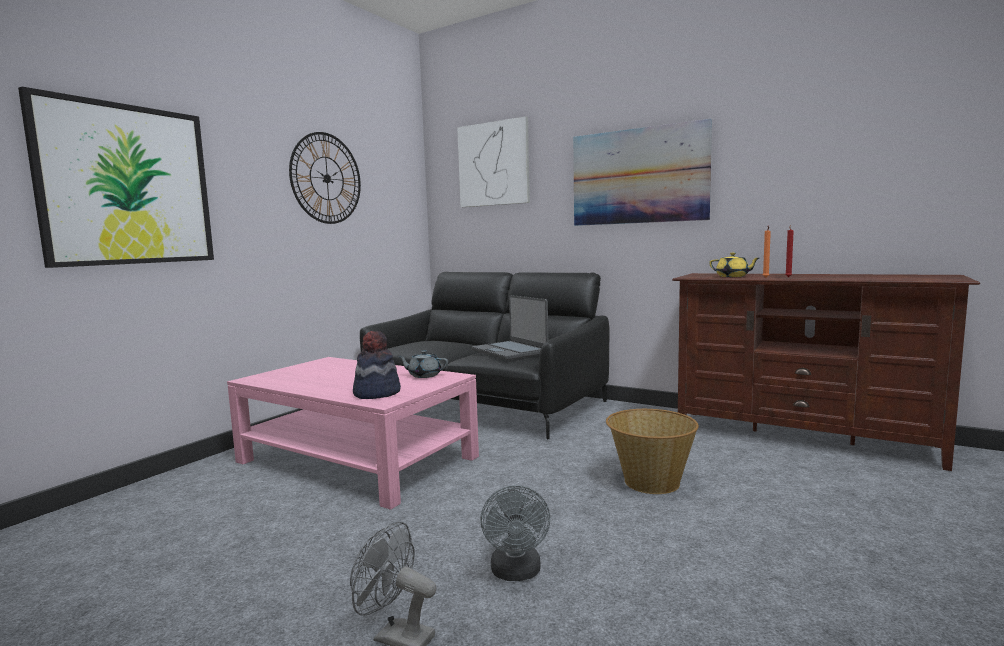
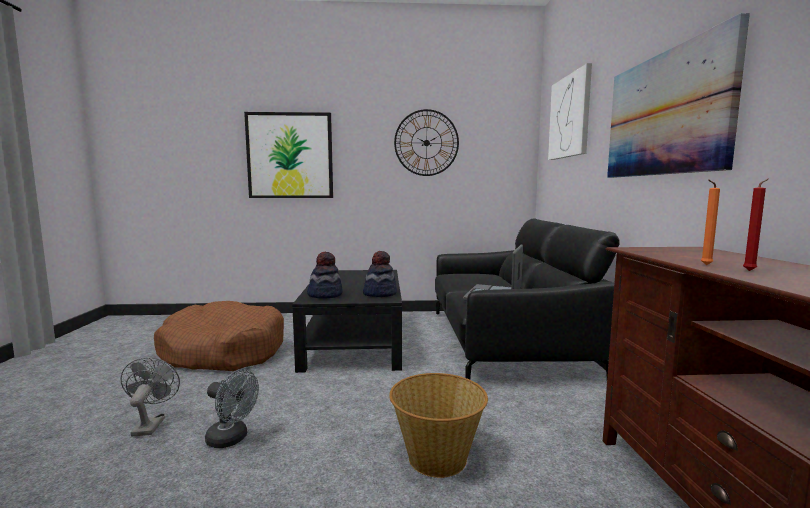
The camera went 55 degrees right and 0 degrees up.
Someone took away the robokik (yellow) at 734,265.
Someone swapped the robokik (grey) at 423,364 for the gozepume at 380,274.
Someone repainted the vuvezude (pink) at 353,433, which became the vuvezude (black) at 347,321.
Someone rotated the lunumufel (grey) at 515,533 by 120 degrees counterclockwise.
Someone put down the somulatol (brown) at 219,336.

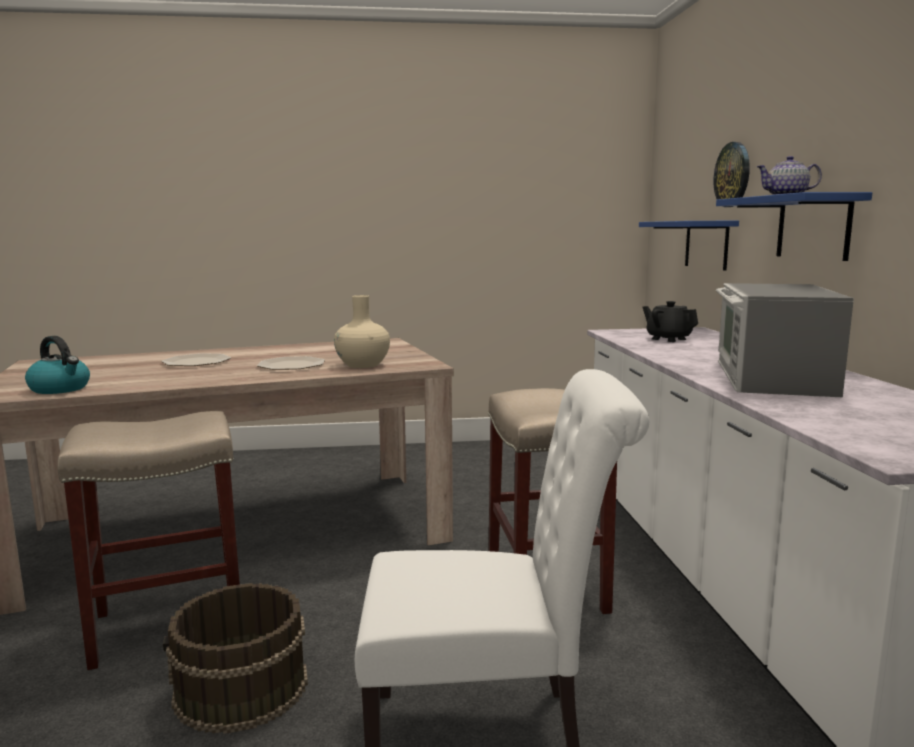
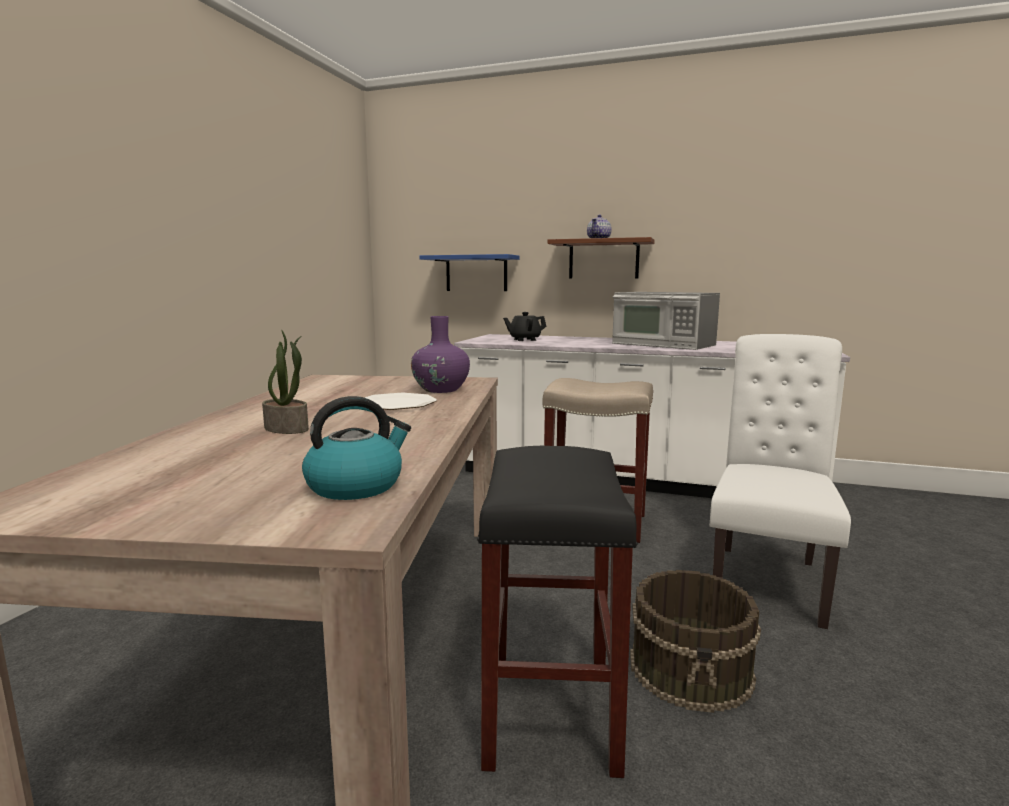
The camera went 65 degrees left and 0 degrees up.
Someone took away the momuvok at 731,174.
Someone repainted the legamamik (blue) at 794,226, which became the legamamik (brown) at 601,258.
Someone repainted the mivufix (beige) at 362,331, which became the mivufix (purple) at 440,354.
Someone swapped the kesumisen at 196,359 for the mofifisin at 285,382.
Someone repainted the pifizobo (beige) at 149,540, which became the pifizobo (black) at 557,612.

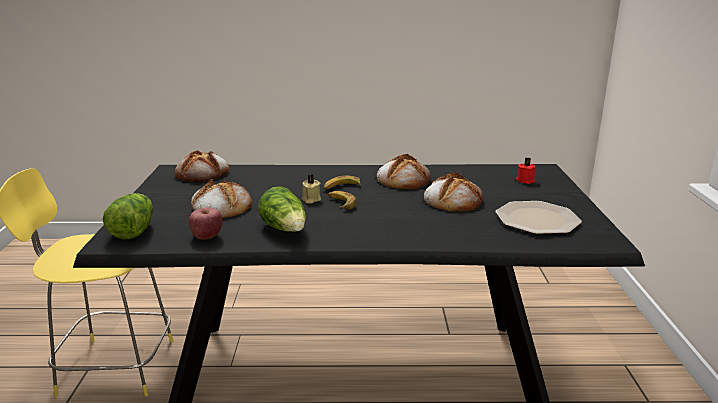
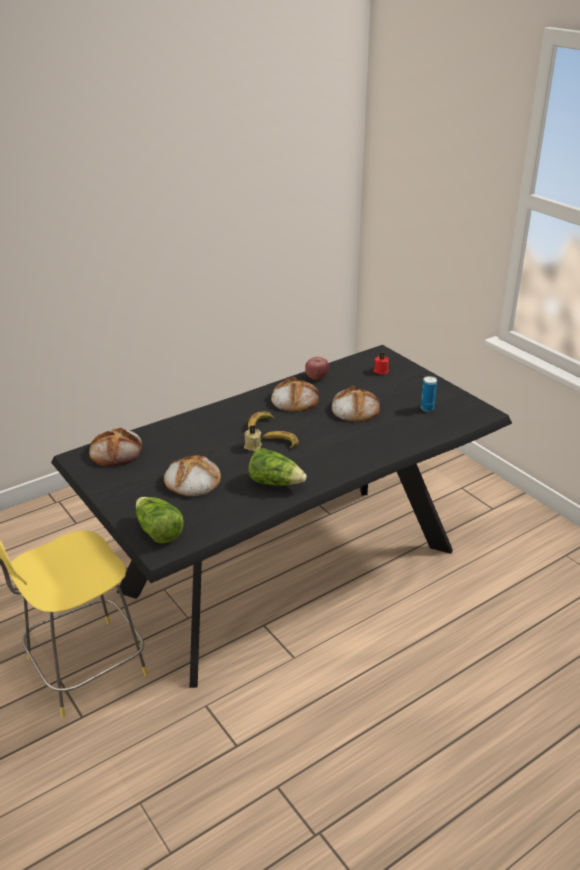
The camera went 35 degrees left and 10 degrees up.
Someone swapped the kesumisen at 538,217 for the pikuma at 429,394.
Someone carried the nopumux from 206,223 to 317,368.

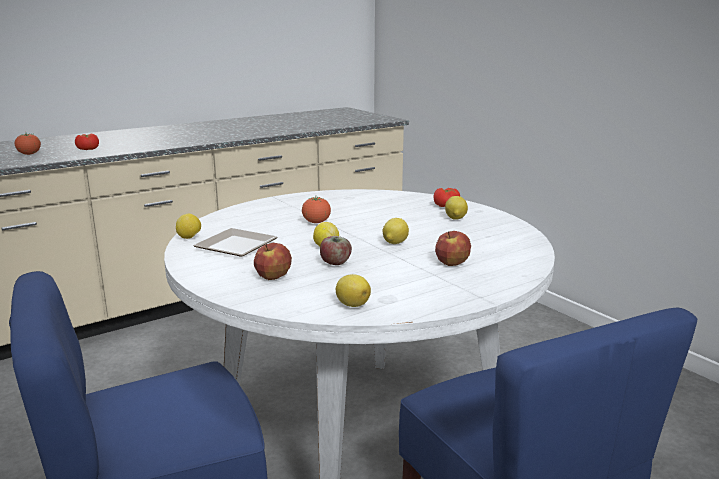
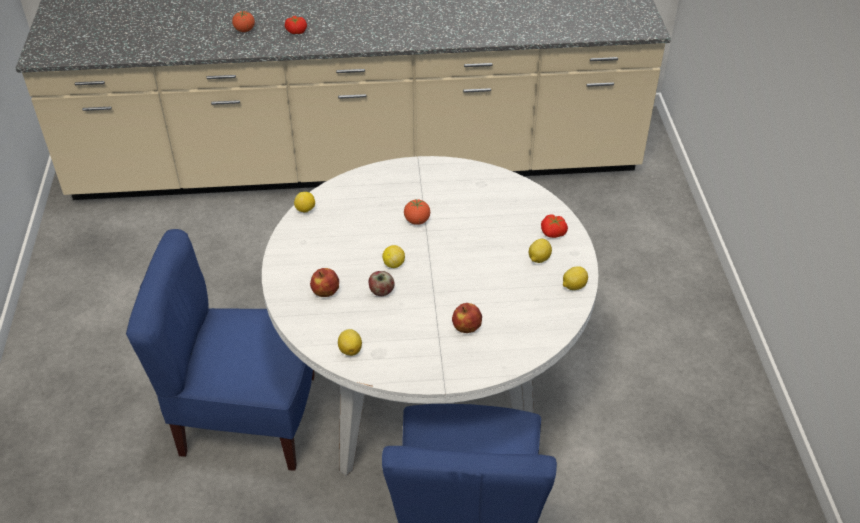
The camera went 30 degrees right and 25 degrees up.
Someone carried the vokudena from 396,231 to 575,278.
Someone took away the kesumisen at 235,242.

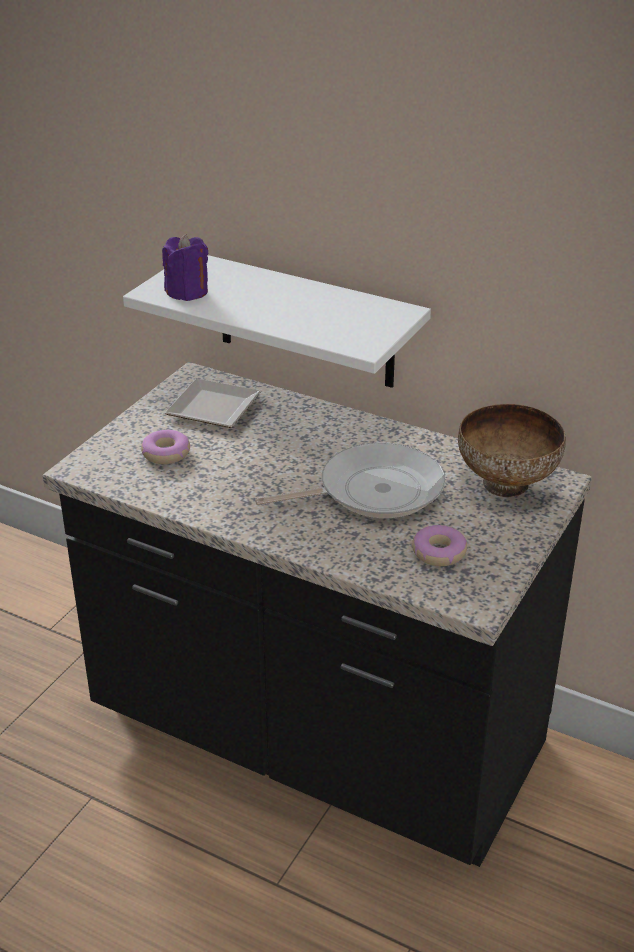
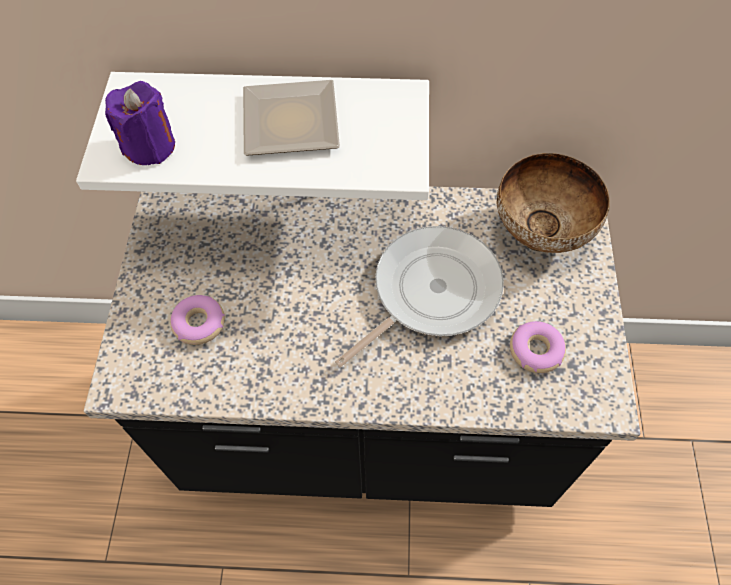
The camera went 25 degrees left and 25 degrees up.
Someone carried the kesumisen from 213,403 to 291,118.

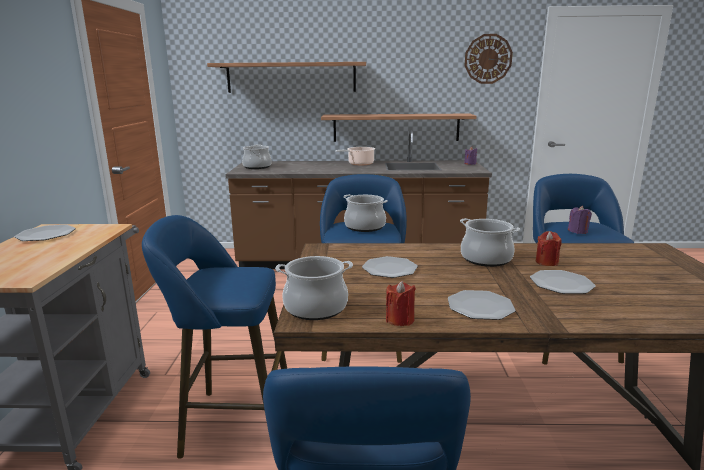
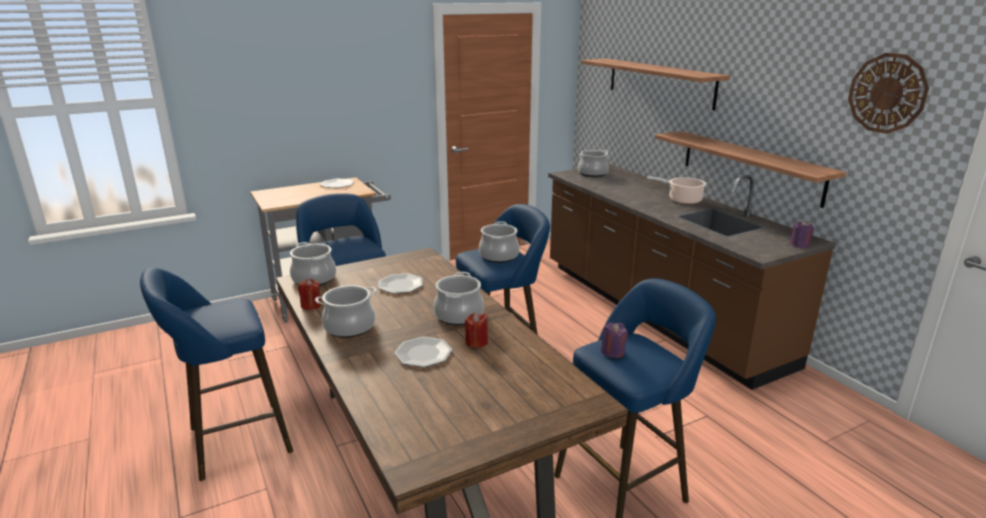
The camera went 60 degrees right and 5 degrees up.
Someone swapped the kesumisen at 482,305 for the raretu at 346,311.

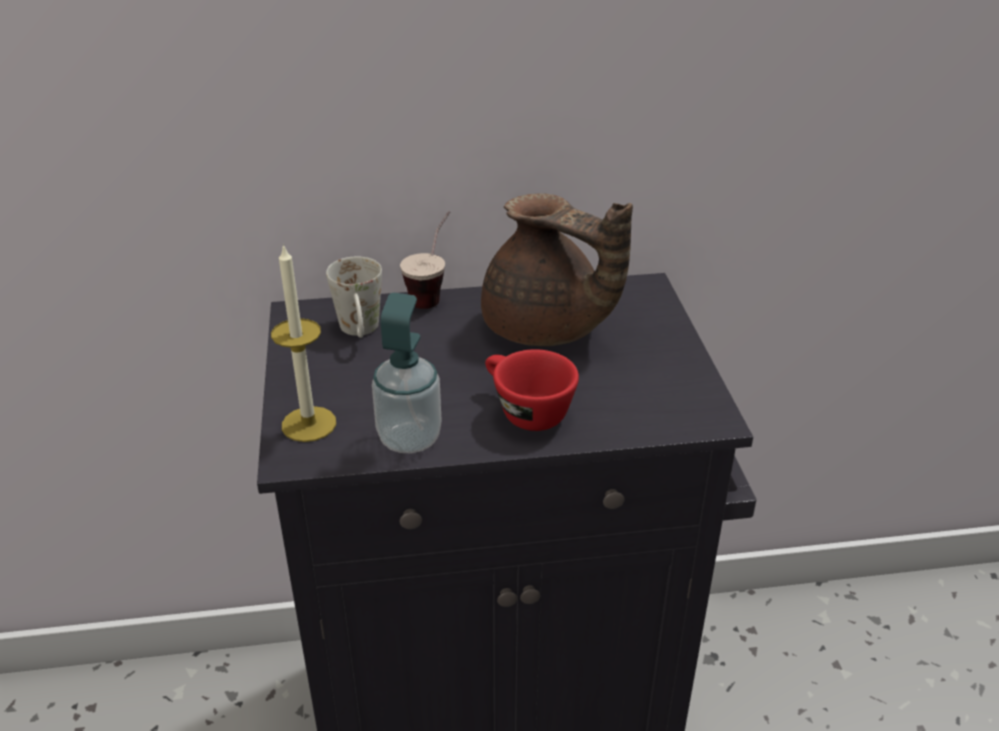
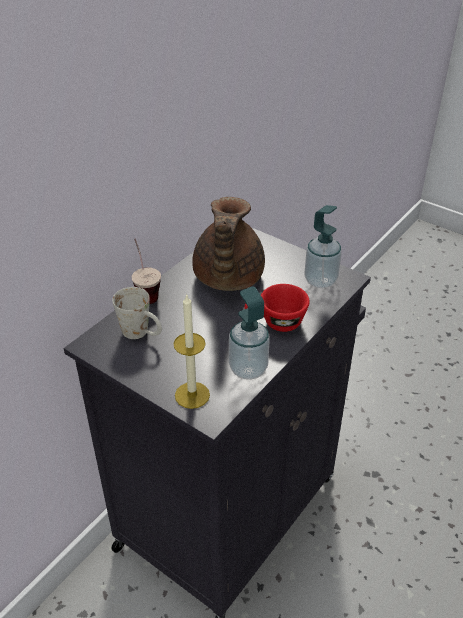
The camera went 45 degrees left and 5 degrees up.
Someone rotated the robokik (brown) at 557,269 by 105 degrees clockwise.
Someone put down the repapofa at 323,246.

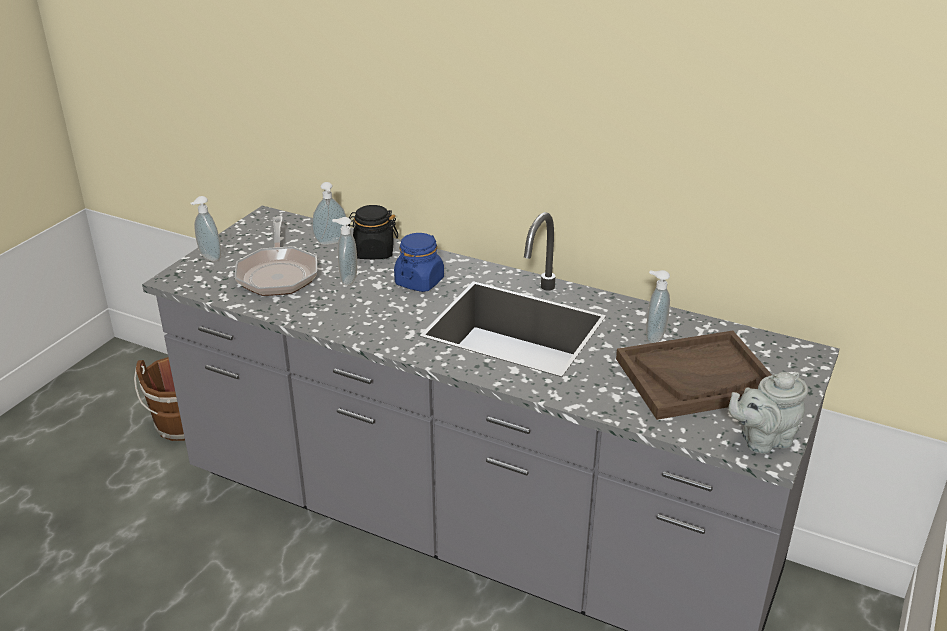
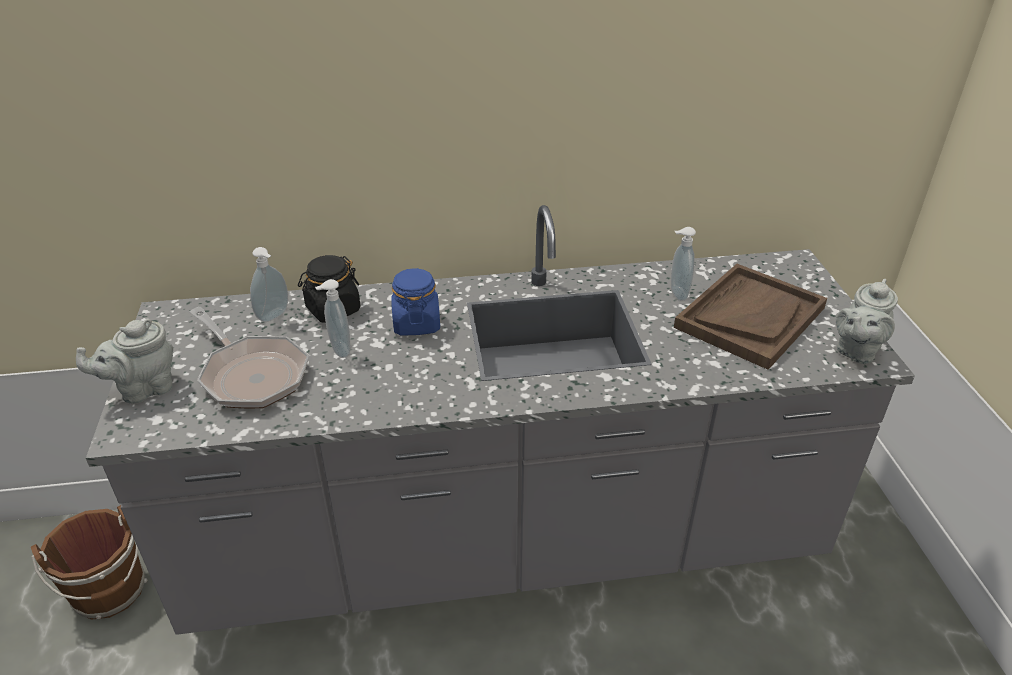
The camera went 35 degrees left and 5 degrees up.
Someone swapped the repapofa at 205,229 for the robokik (grey) at 124,361.

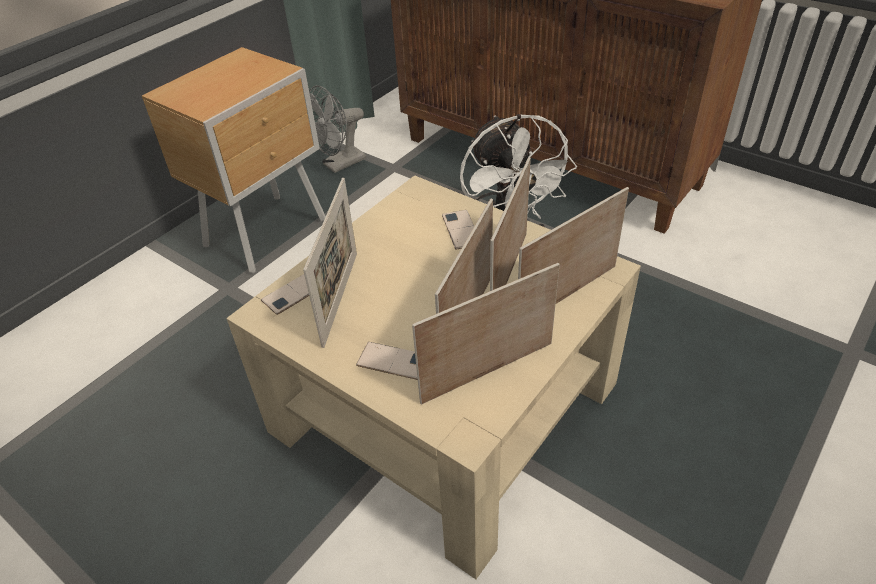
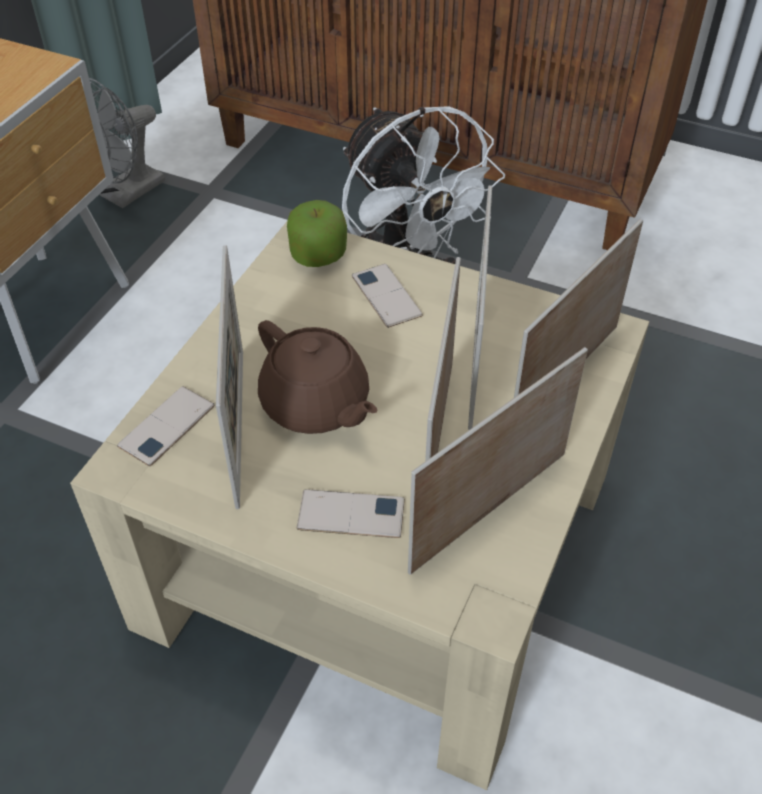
The camera went 15 degrees left and 5 degrees up.
Someone put down the nopumux at 317,233.
Someone put down the robokik (brown) at 318,377.

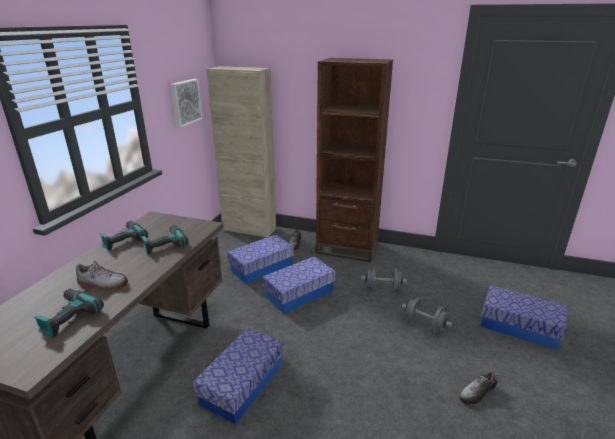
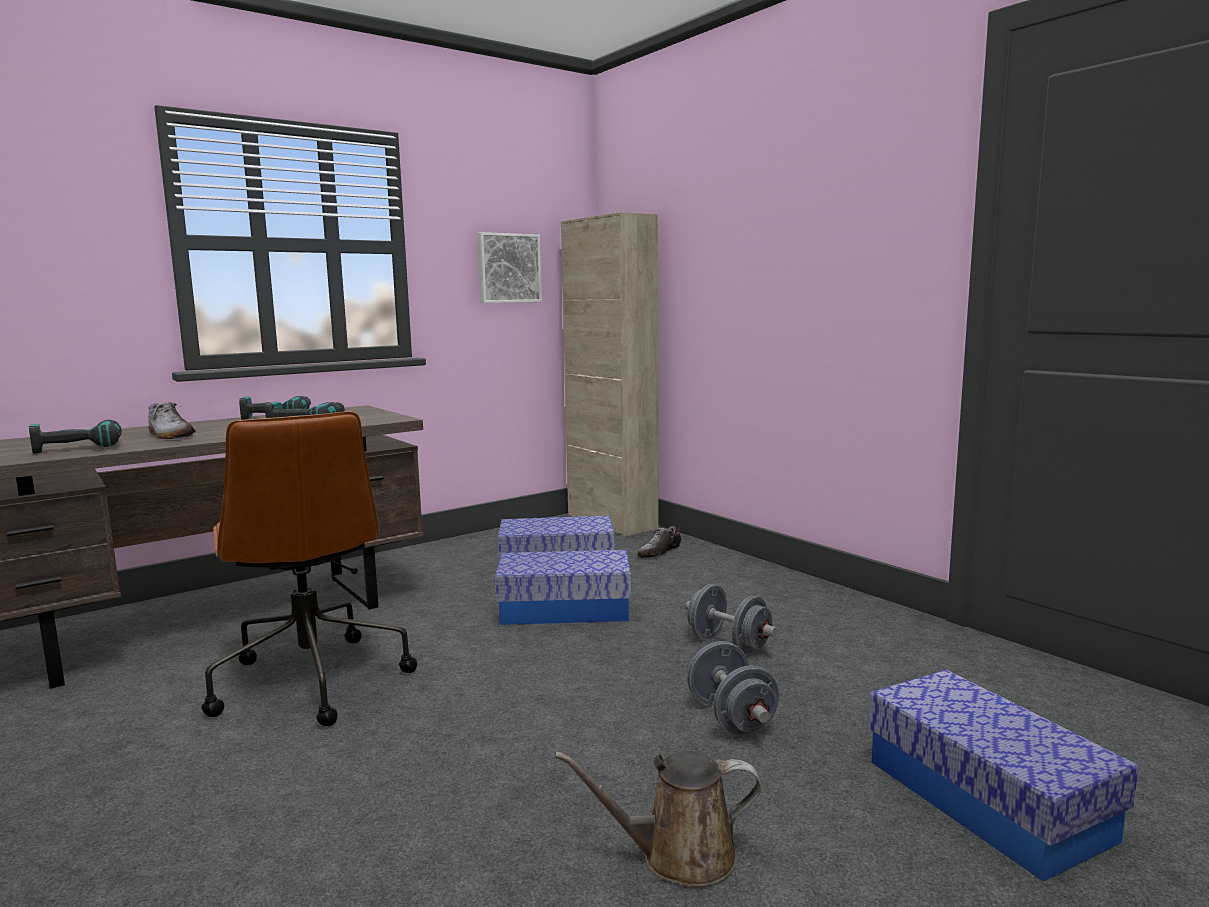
The camera went 35 degrees right and 15 degrees down.
Someone took away the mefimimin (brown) at 354,160.
Someone swapped the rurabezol at 238,376 for the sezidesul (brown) at 309,568.
Someone swapped the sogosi at 478,387 for the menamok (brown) at 657,819.

